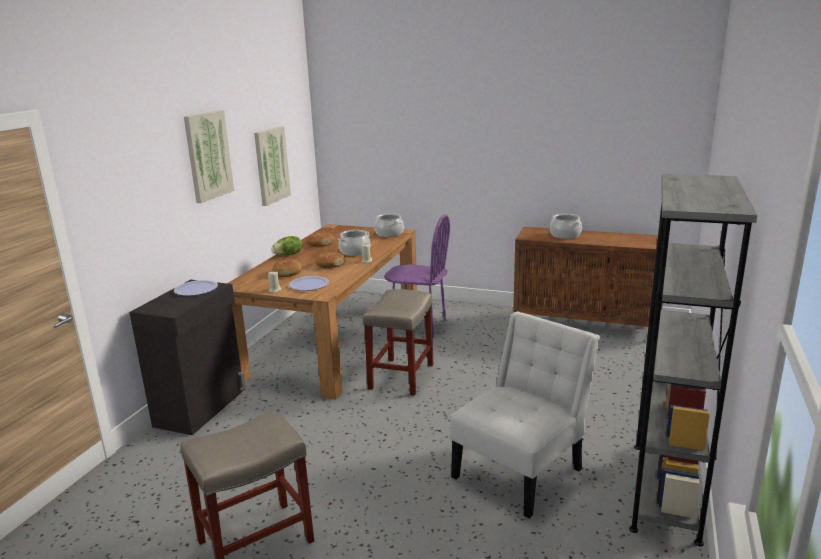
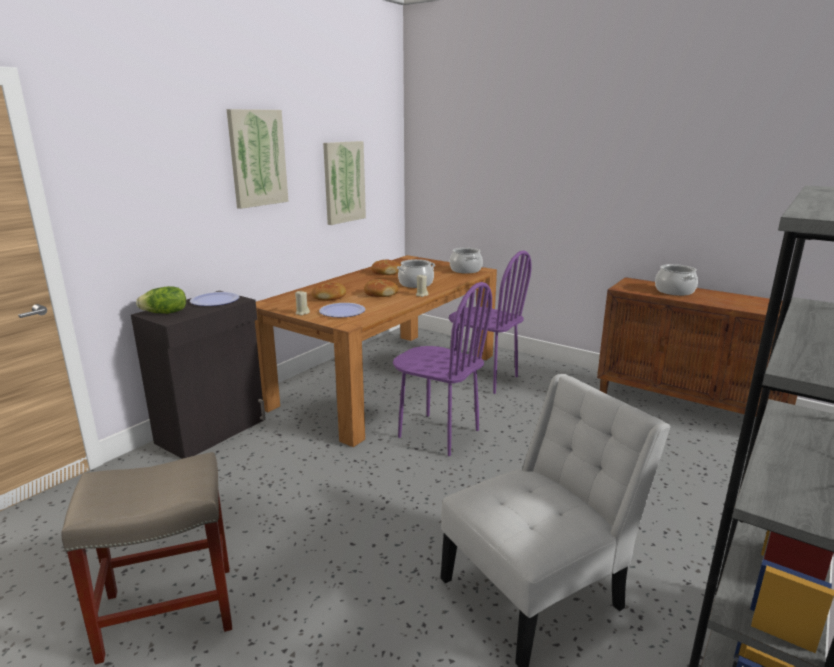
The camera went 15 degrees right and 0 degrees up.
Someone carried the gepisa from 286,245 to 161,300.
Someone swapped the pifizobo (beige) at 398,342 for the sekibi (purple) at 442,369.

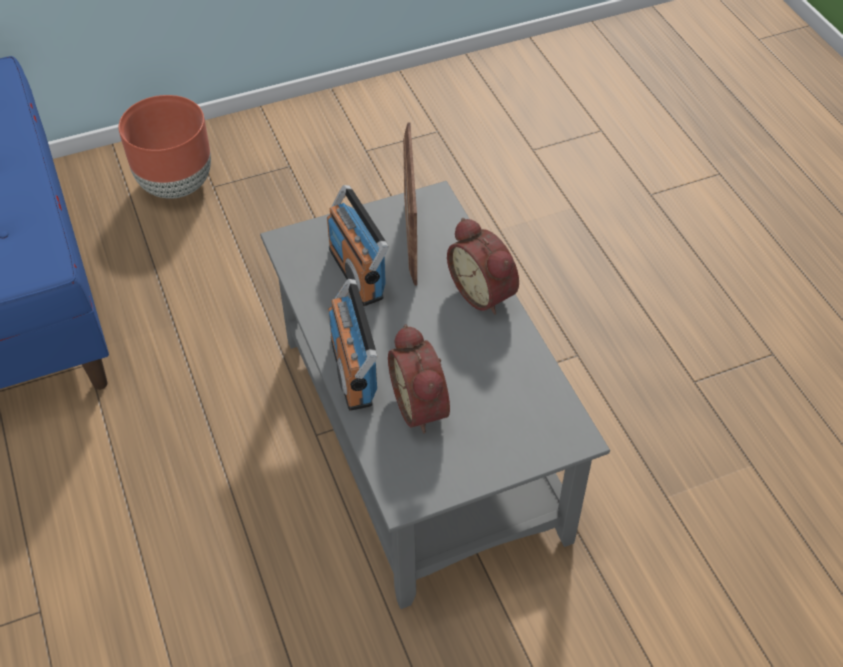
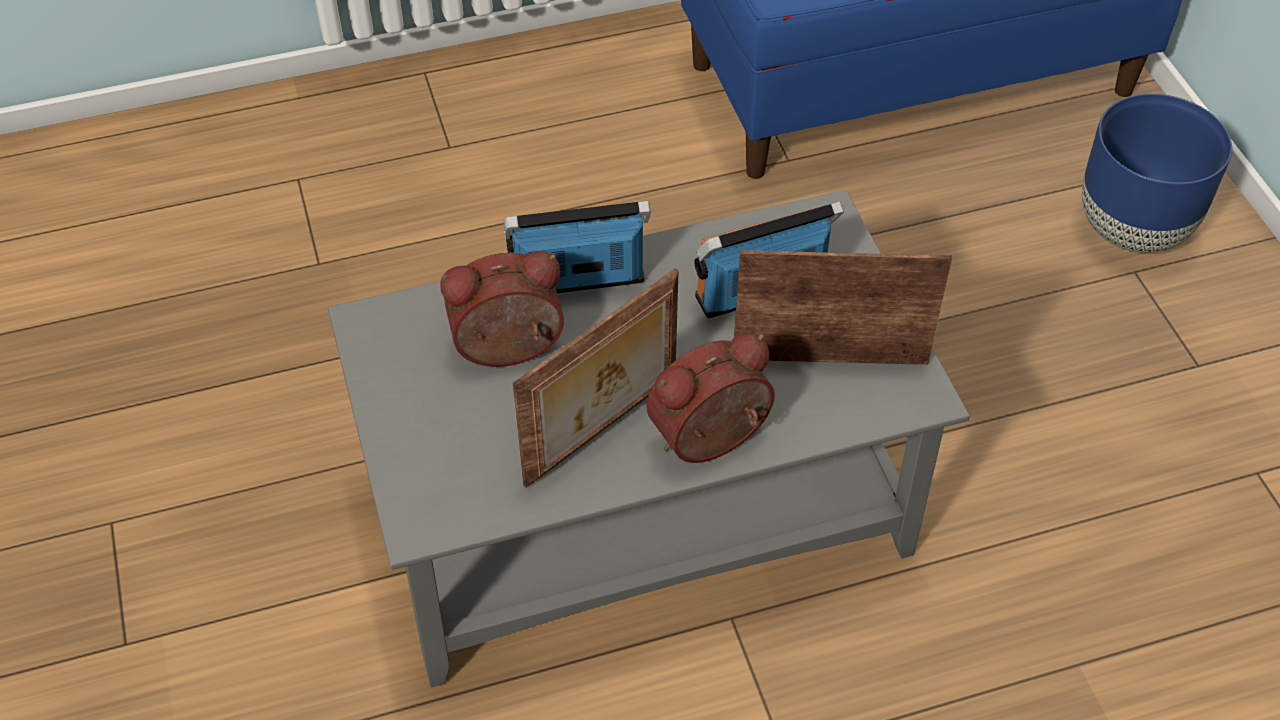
The camera went 95 degrees right and 0 degrees up.
Someone repainted the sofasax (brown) at 165,147, which became the sofasax (blue) at 1157,173.
Someone put down the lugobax at 595,378.

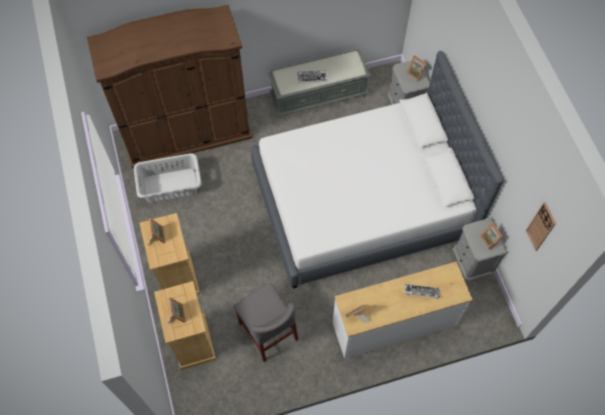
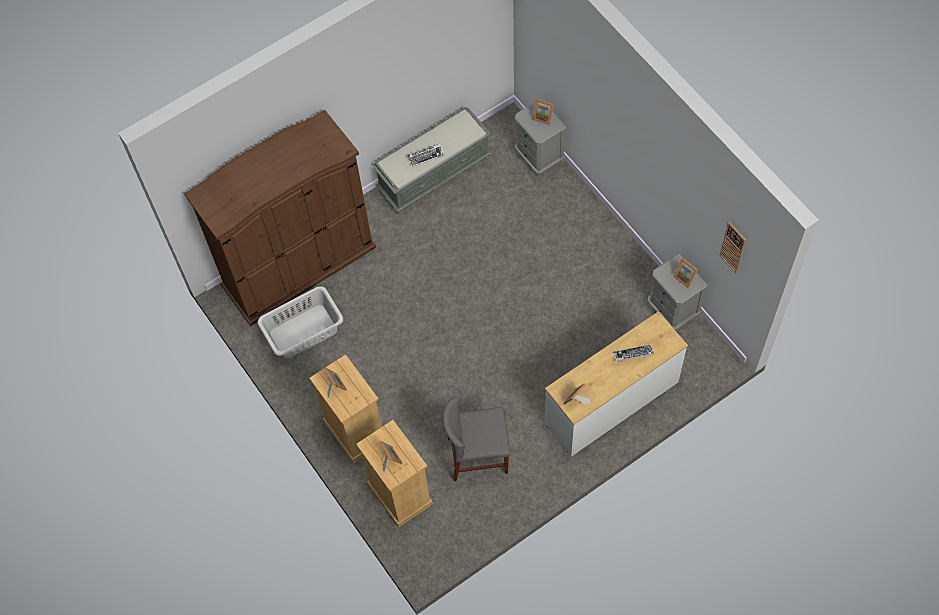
The camera went 15 degrees left and 0 degrees up.
Someone took away the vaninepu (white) at 377,169.
Someone rotated the sekibi (grey) at 266,322 by 135 degrees clockwise.

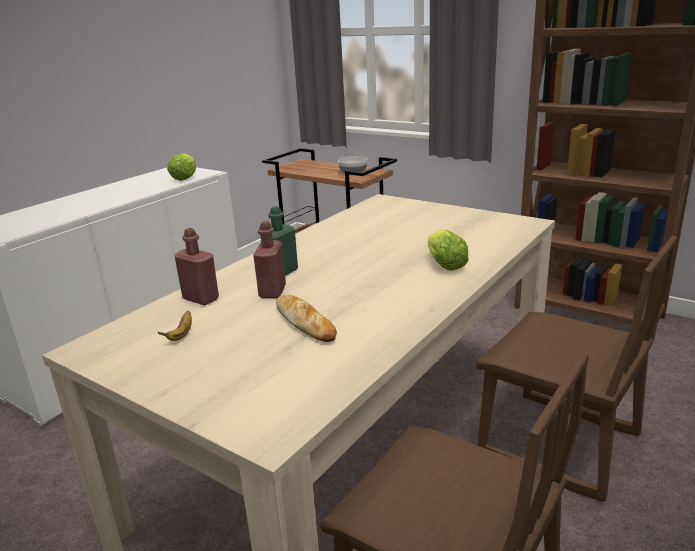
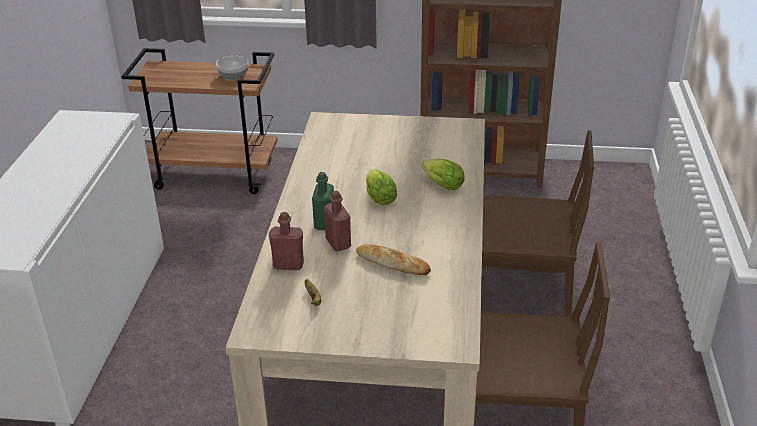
The camera went 30 degrees left and 10 degrees up.
Someone carried the gepisa from 181,167 to 381,187.

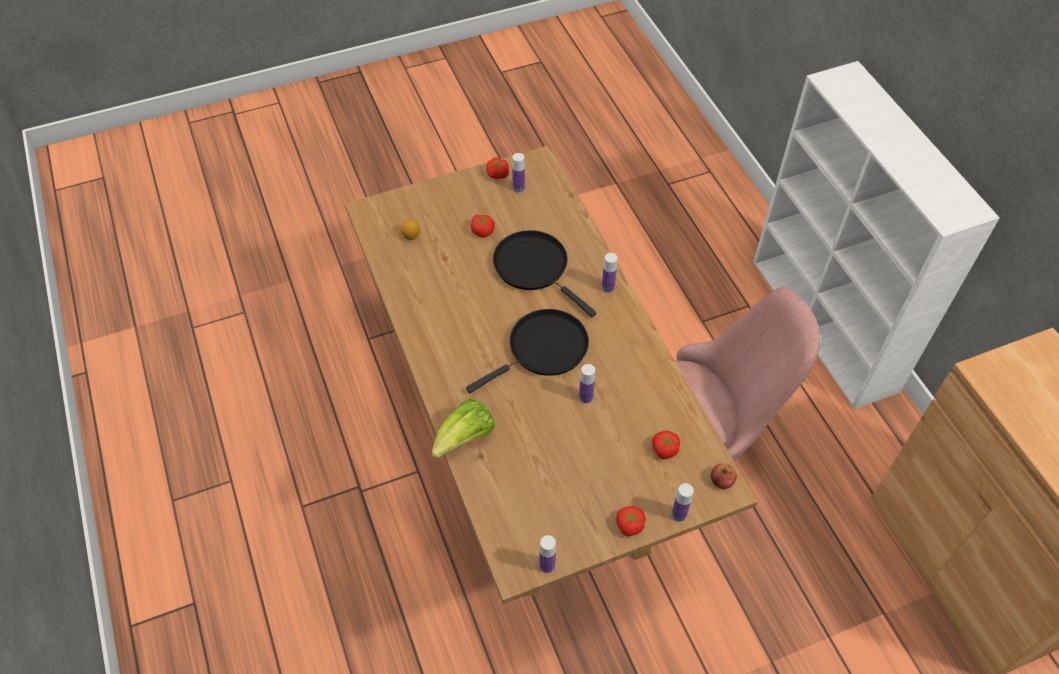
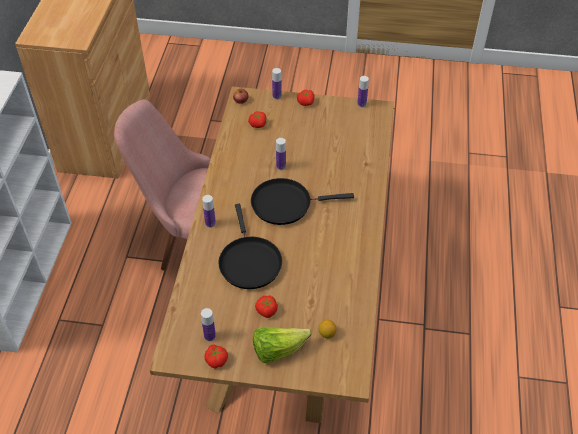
The camera went 150 degrees left and 5 degrees down.
Someone carried the gepisa from 463,429 to 282,345.

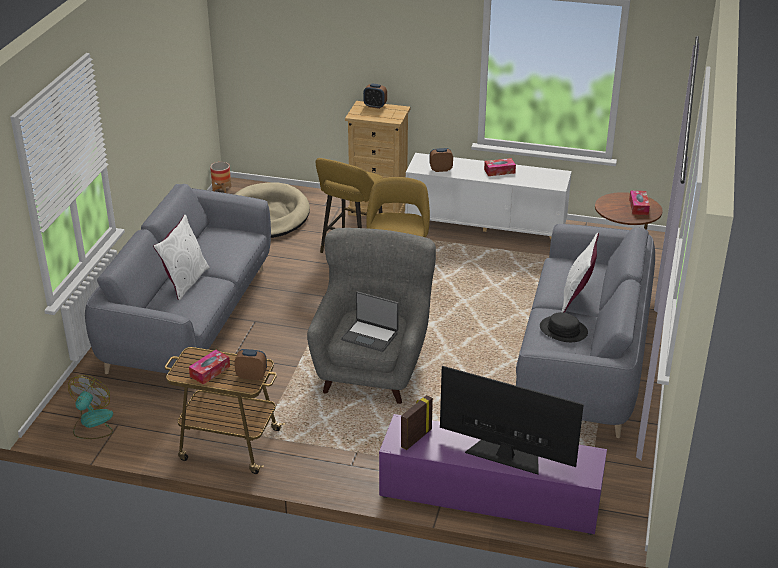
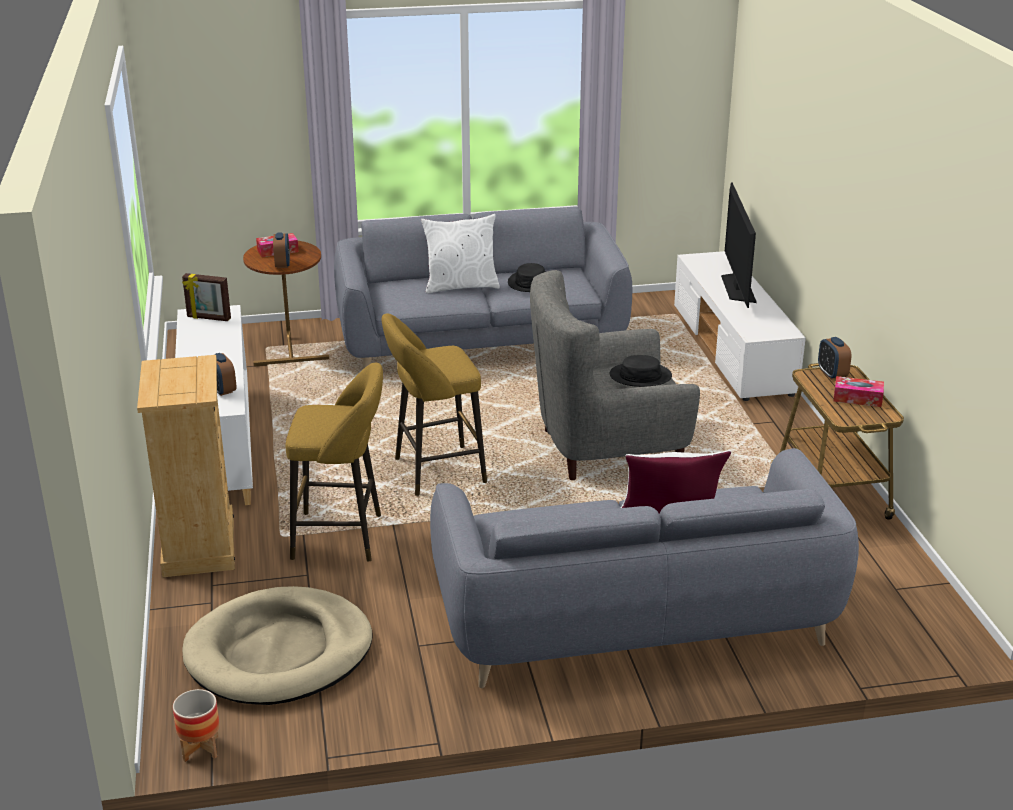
The camera went 115 degrees left and 5 degrees down.
Someone carried the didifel from 375,96 to 281,250.
Someone took away the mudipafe at 500,167.
Someone swapped the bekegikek at 370,321 for the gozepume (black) at 641,371.
Someone took away the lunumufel at 90,407.
Someone carried the lugobax from 417,422 to 206,297.
Someone repainted the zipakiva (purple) at 493,474, which became the zipakiva (white) at 740,326.

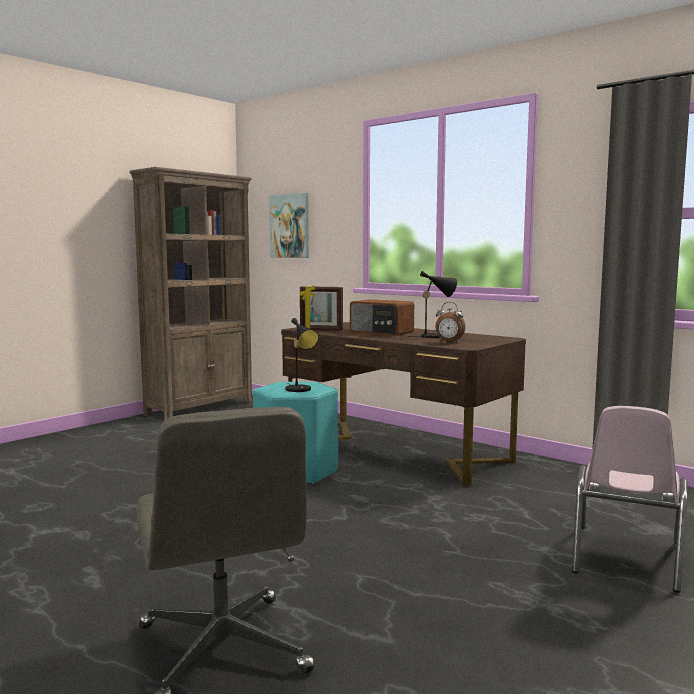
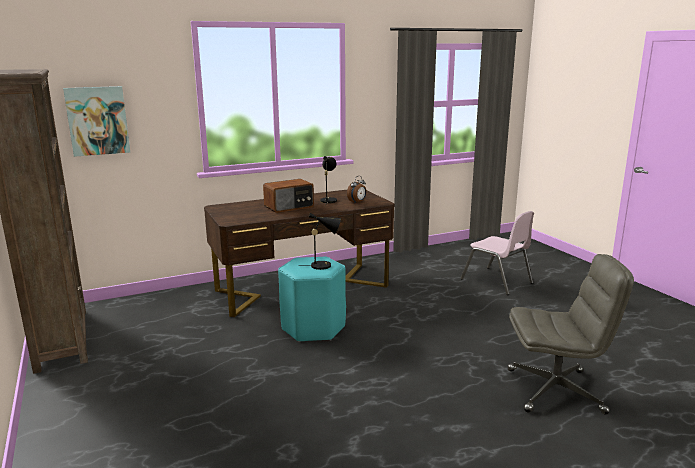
The camera went 65 degrees left and 10 degrees up.
Someone took away the lugobax at 321,308.

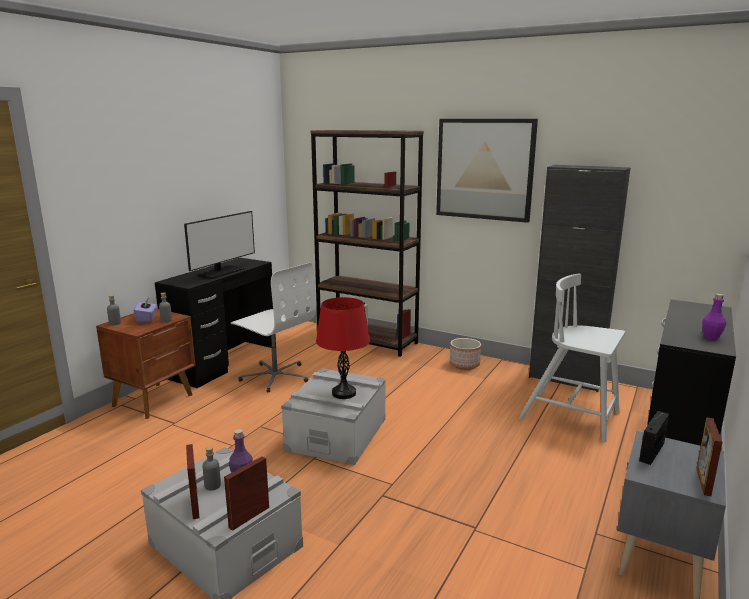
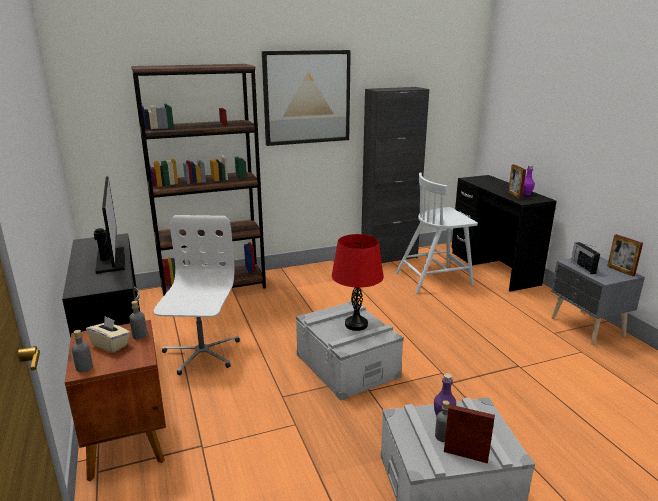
The camera went 50 degrees left and 5 degrees up.
Someone rotated the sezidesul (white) at 273,327 by 75 degrees counterclockwise.
Someone repainted the mudipafe (purple) at 145,310, which became the mudipafe (beige) at 108,334.
Someone took away the sofasax at 465,354.
Someone carried the lugobax from 246,493 to 517,181.

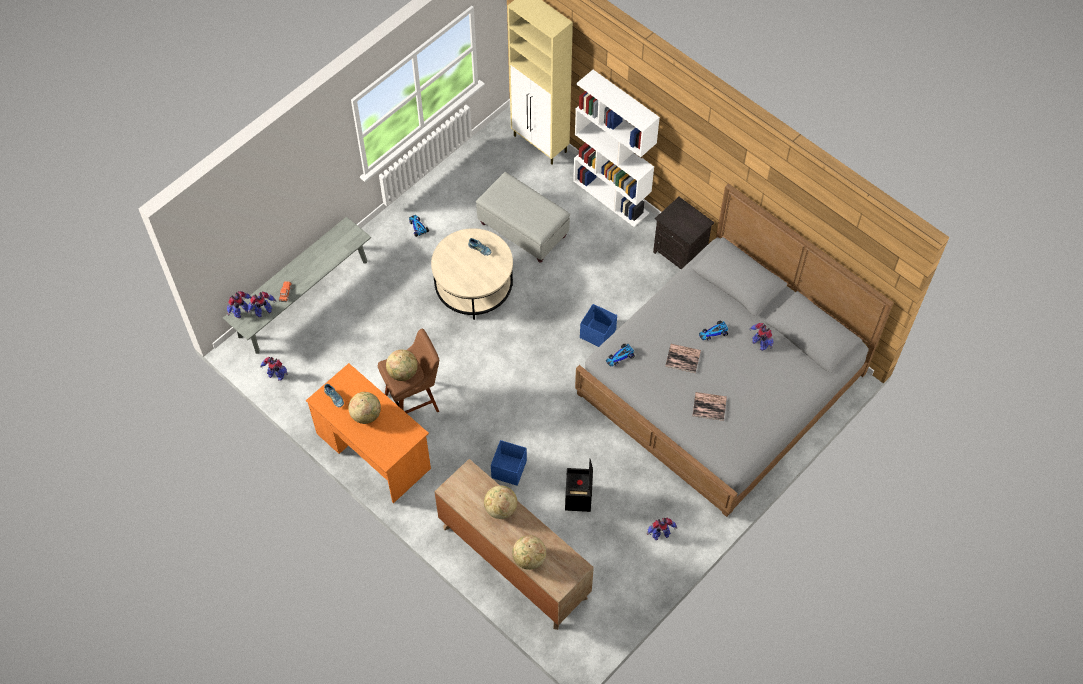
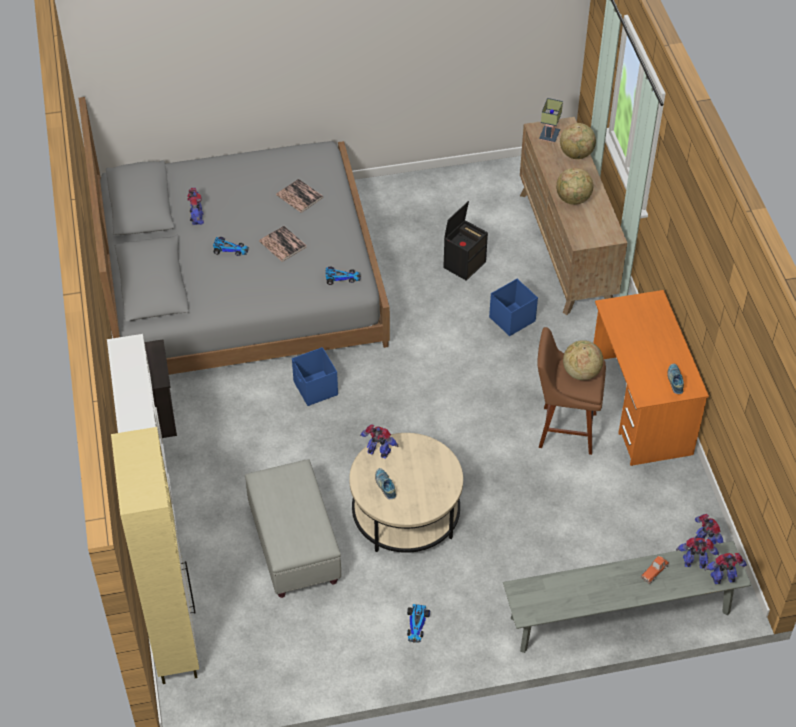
The camera went 145 degrees left and 10 degrees down.
Someone took away the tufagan at 364,408.
Someone carried the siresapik from 662,528 to 379,442.
Someone put down the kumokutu at 551,120.

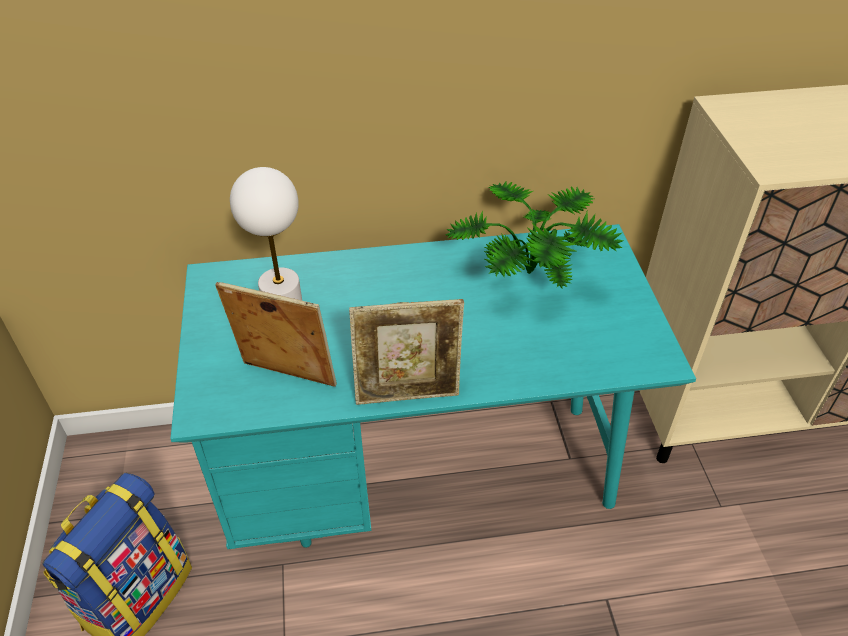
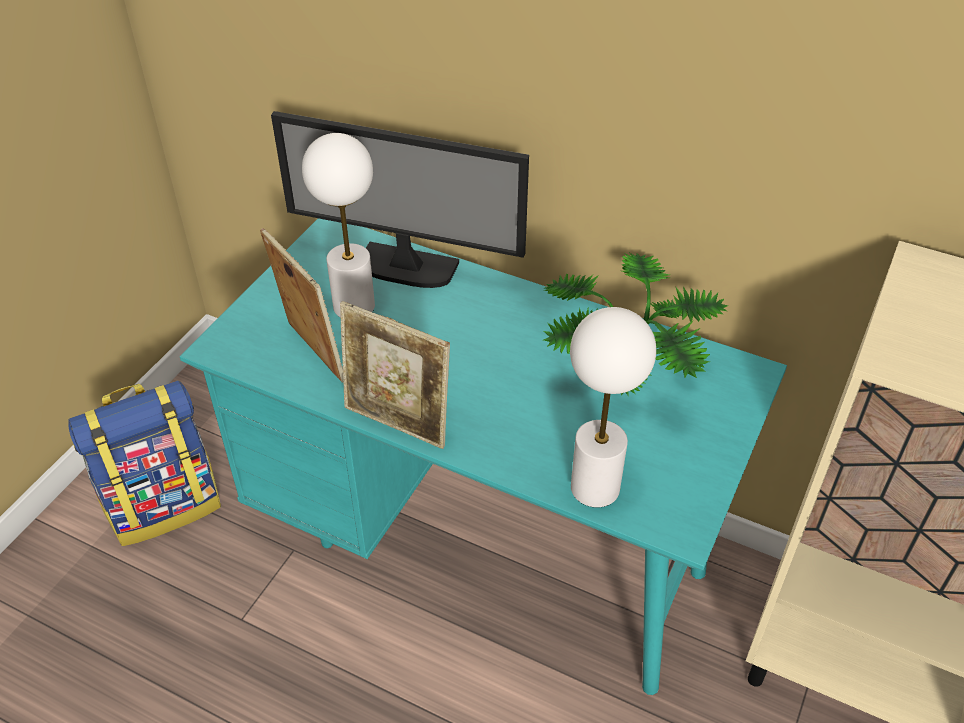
The camera went 35 degrees right and 0 degrees up.
Someone put down the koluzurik at 400,199.
Someone put down the kumokutu (white) at 613,407.

